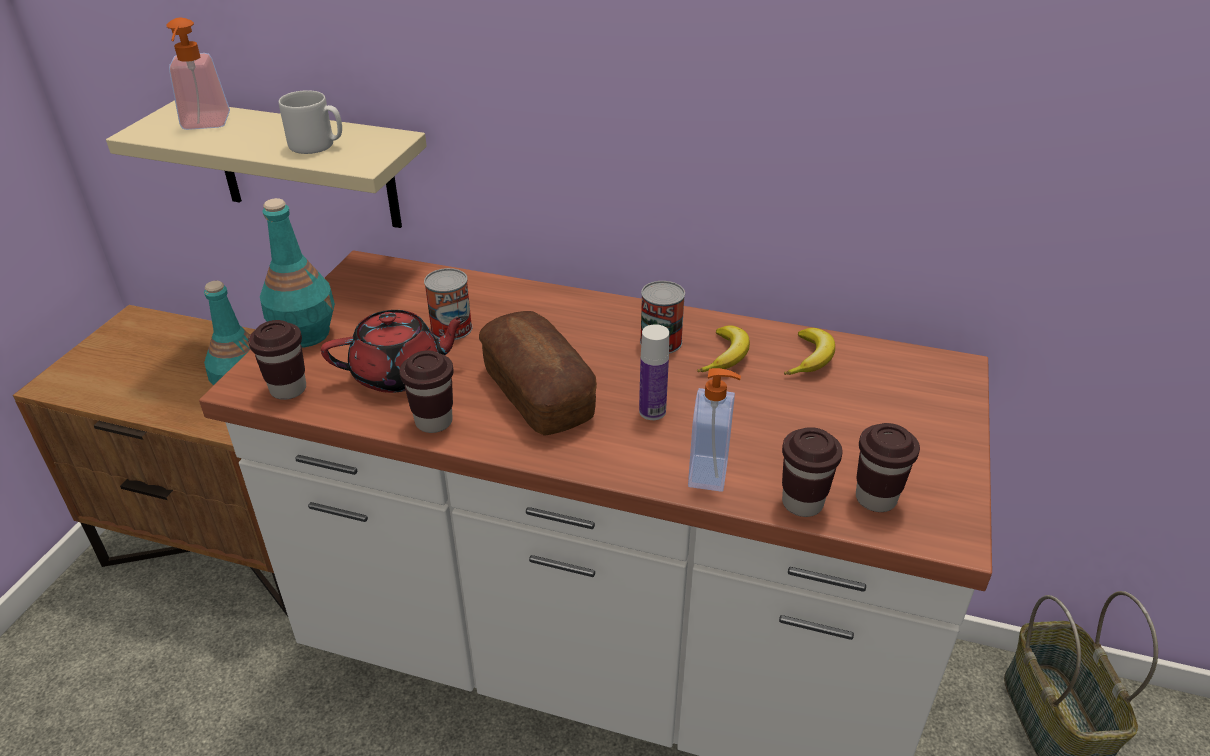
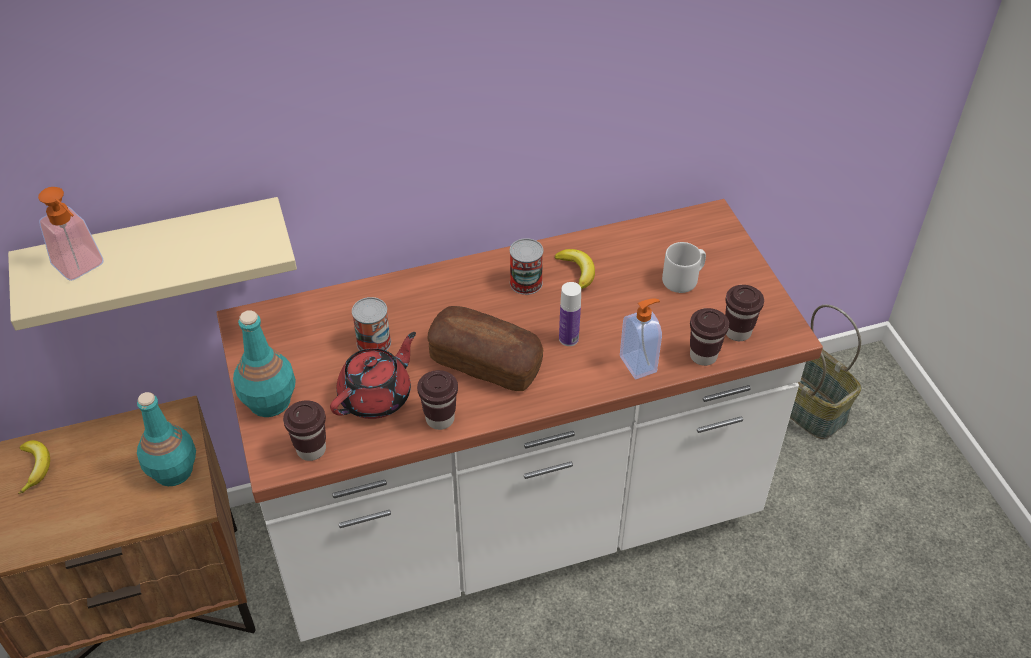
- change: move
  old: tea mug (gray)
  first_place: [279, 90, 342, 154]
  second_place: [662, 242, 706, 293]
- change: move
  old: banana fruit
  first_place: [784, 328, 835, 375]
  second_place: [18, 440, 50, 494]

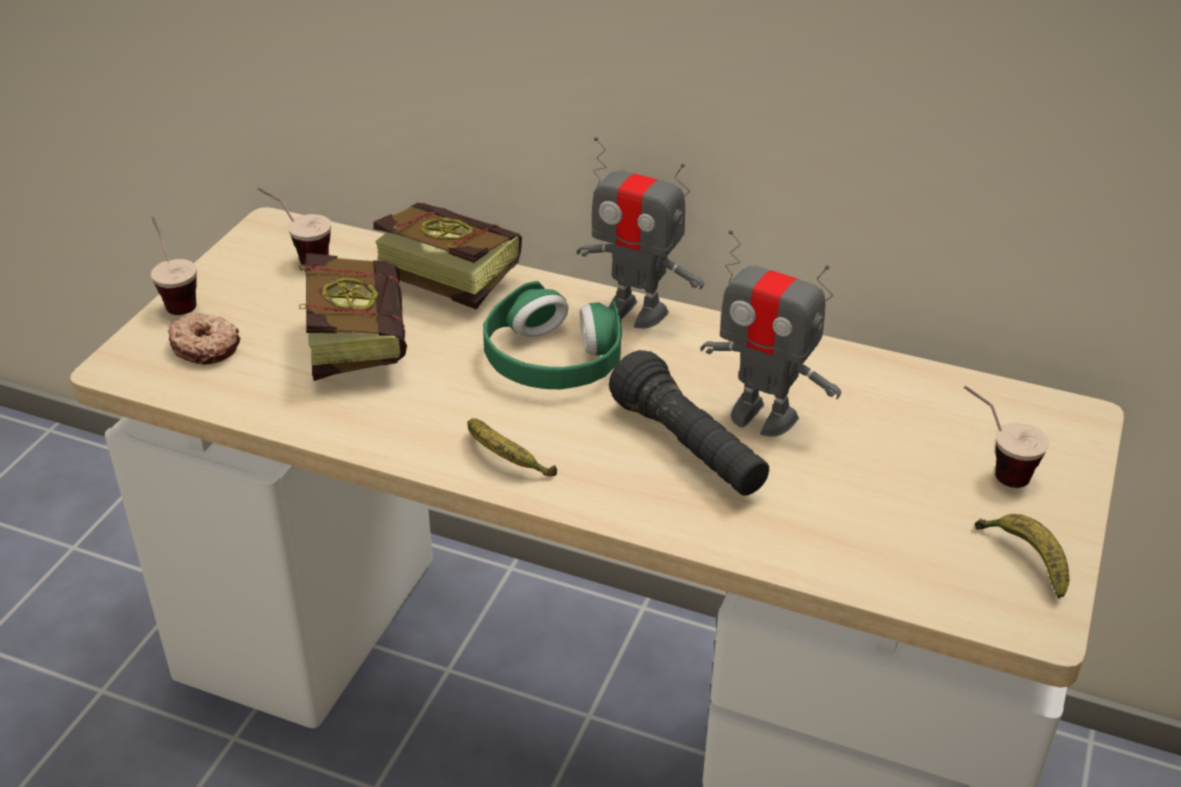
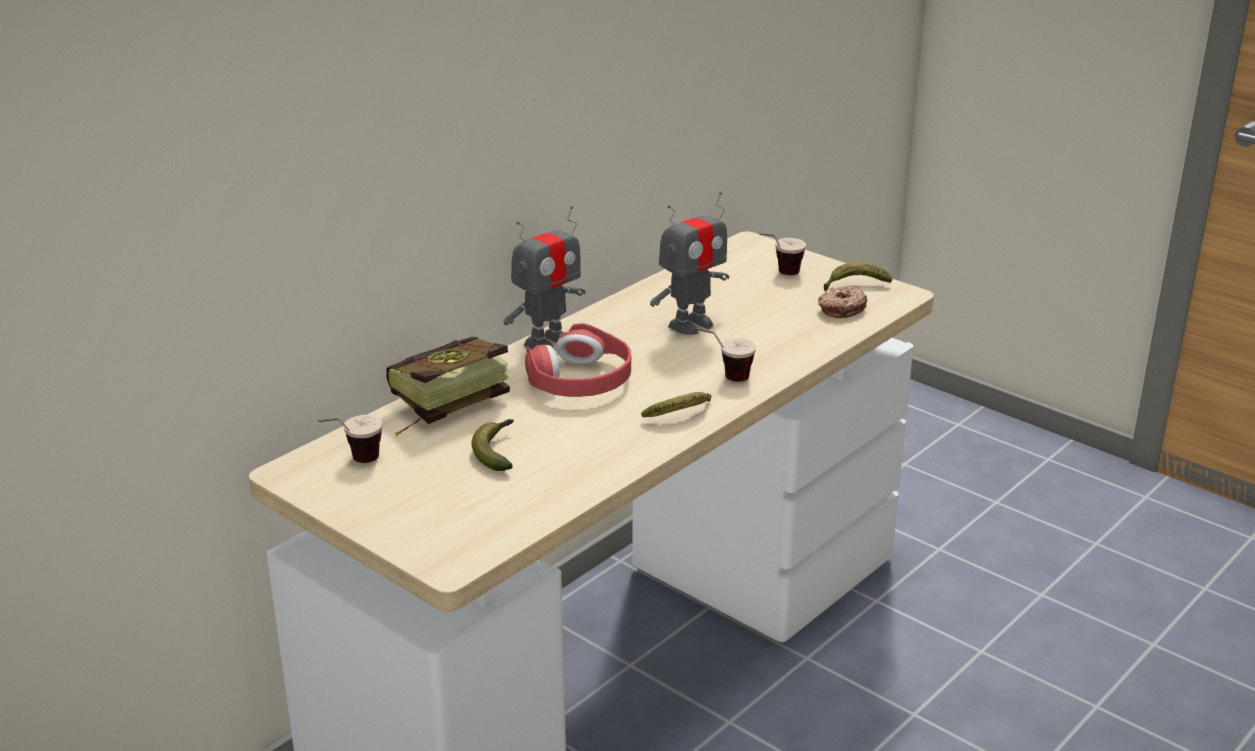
- change: move
  old: small cup
  first_place: [151, 217, 197, 315]
  second_place: [693, 327, 756, 382]
- change: move
  old: doughnut
  first_place: [168, 313, 240, 364]
  second_place: [818, 286, 868, 318]
- change: replace
  old: volume
  new: banana fruit
  first_place: [299, 253, 407, 381]
  second_place: [471, 419, 513, 471]
- change: recolor
  old: headset (greenish)
  new: headset (red)
  first_place: [483, 281, 622, 389]
  second_place: [525, 323, 631, 397]
- change: delete
  old: flashlight (blackish)
  first_place: [609, 350, 769, 496]

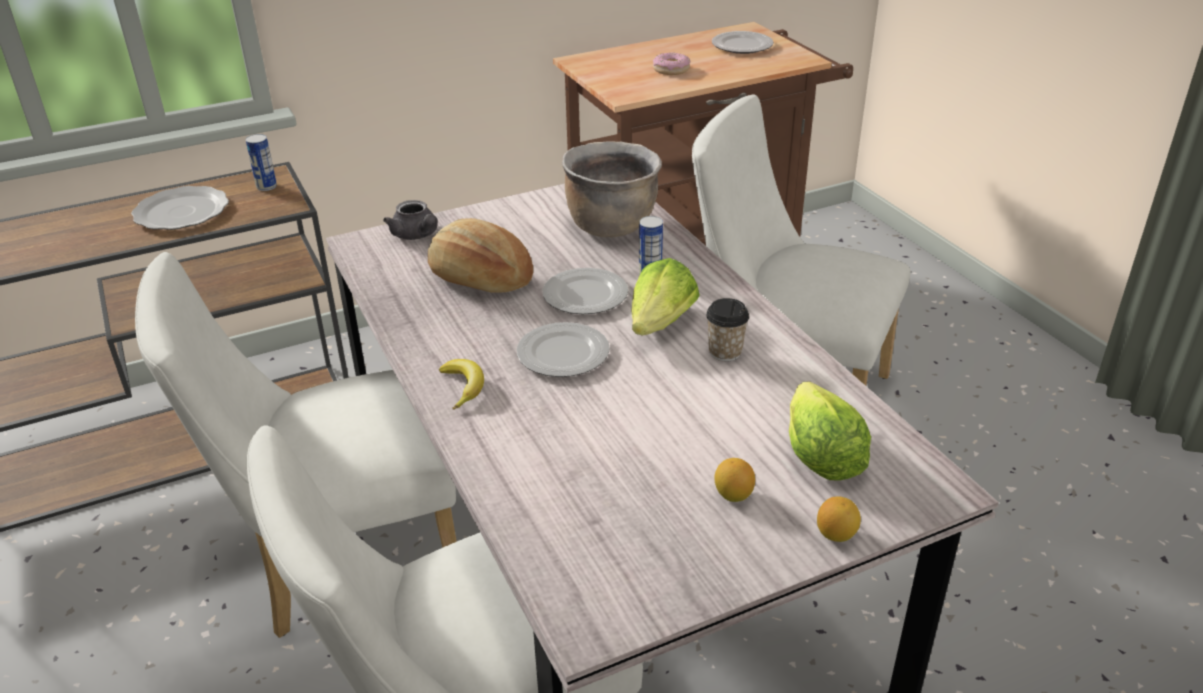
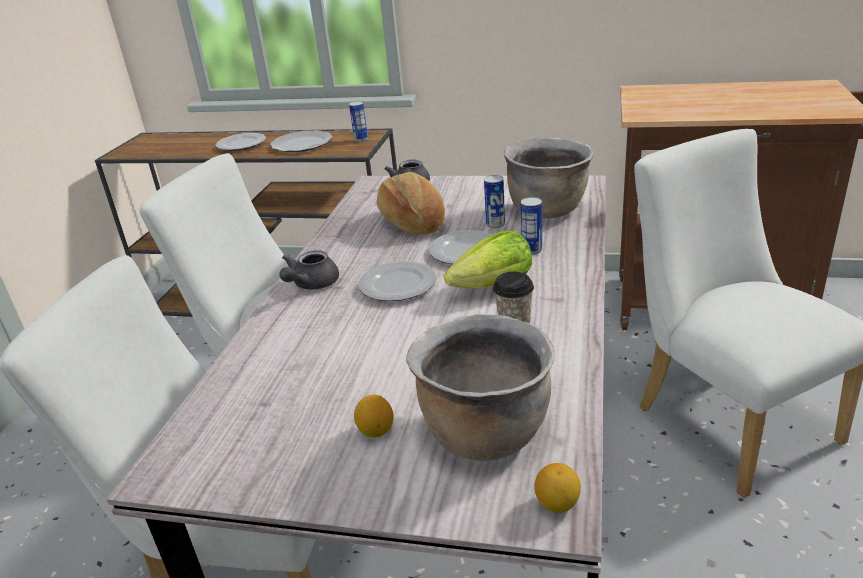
- change: replace
  old: banana fruit
  new: tea pot (gray)
  first_place: [439, 359, 484, 410]
  second_place: [279, 250, 339, 290]
- change: delete
  old: doughnut
  first_place: [653, 52, 691, 75]
- change: move
  old: dinner plate
  first_place: [712, 31, 774, 54]
  second_place: [216, 133, 266, 151]
- change: replace
  old: lettuce
  new: stockpot (brown)
  first_place: [789, 381, 871, 480]
  second_place: [406, 314, 555, 461]
- change: move
  old: lemon
  first_place: [817, 496, 861, 542]
  second_place: [534, 463, 581, 513]
- change: insert
  new: metal can
  second_place: [484, 175, 505, 228]

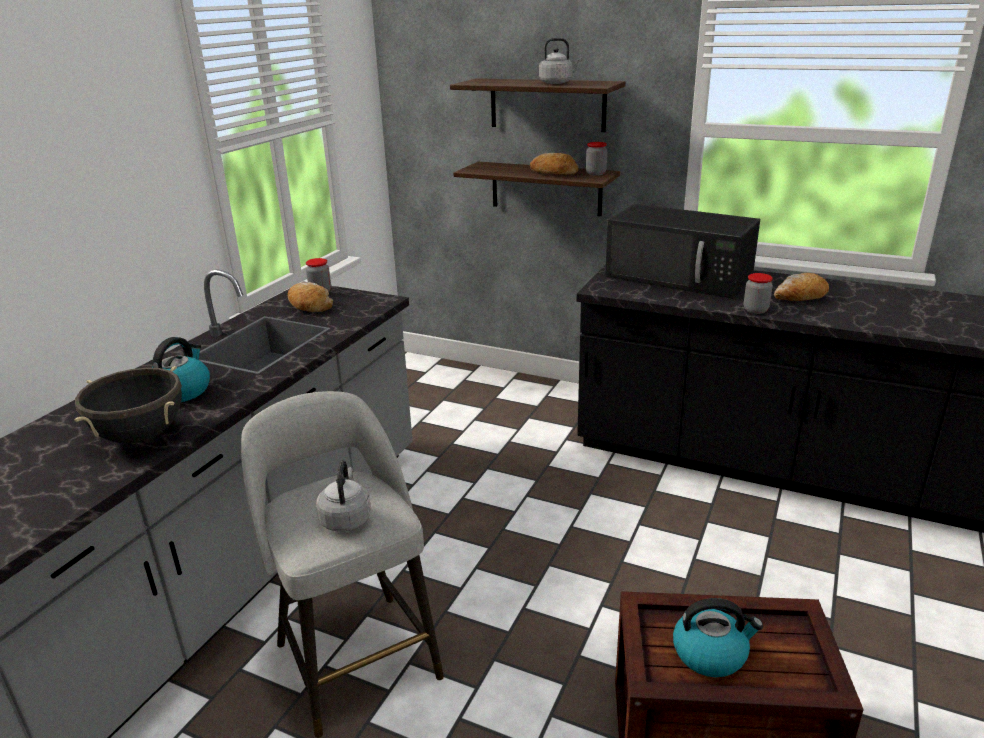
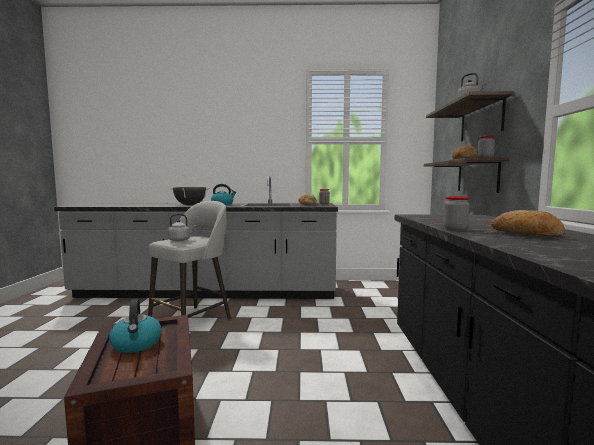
- change: delete
  old: microwave oven (blackish)
  first_place: [605, 204, 760, 299]

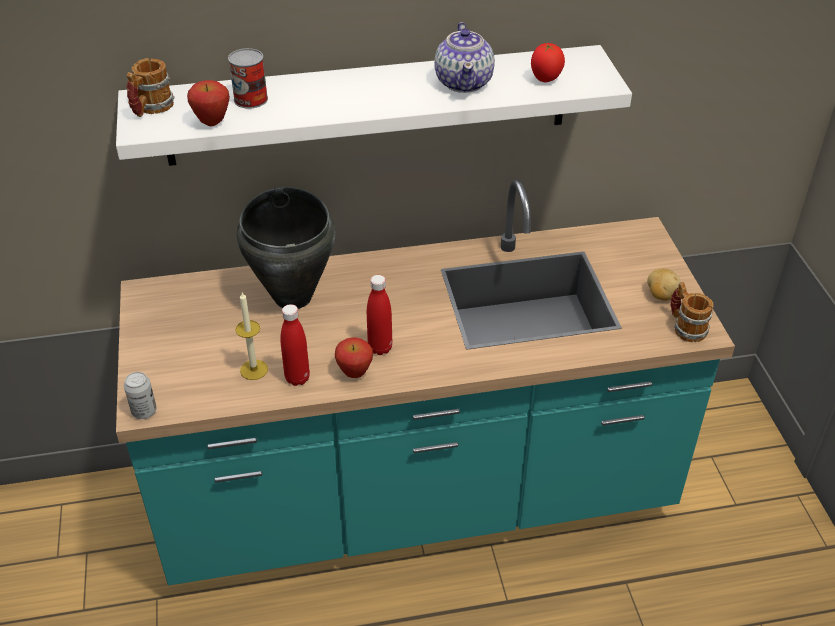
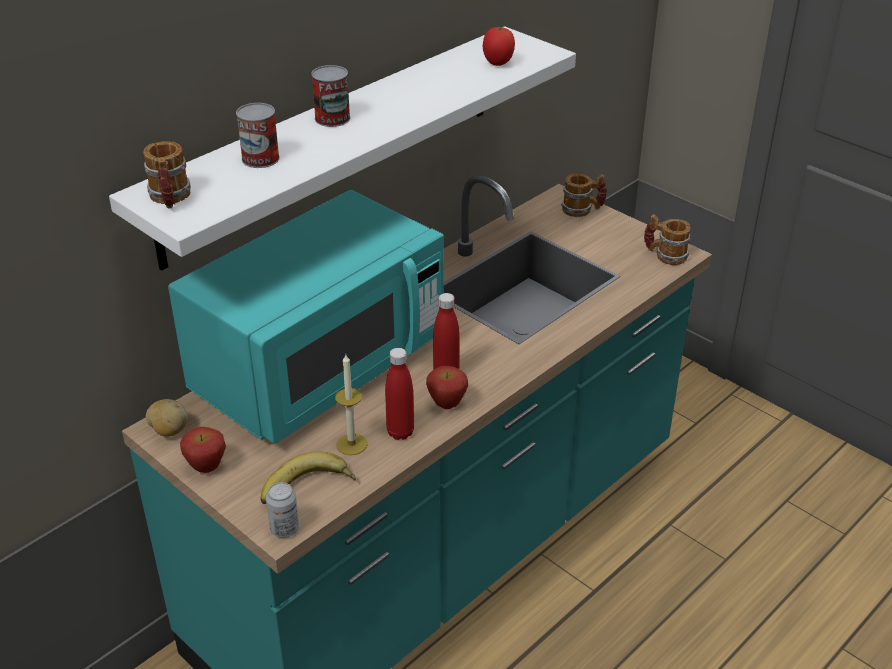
- change: move
  old: apple fruit
  first_place: [187, 80, 230, 126]
  second_place: [180, 427, 226, 473]
- change: replace
  old: stockpot (blackish)
  new: microwave oven (turquoise)
  first_place: [236, 187, 335, 309]
  second_place: [168, 190, 444, 444]
- change: delete
  old: tea pot
  first_place: [434, 22, 495, 93]
- change: move
  old: spud
  first_place: [647, 268, 681, 301]
  second_place: [146, 399, 187, 437]
- change: insert
  new: banana fruit
  second_place: [261, 452, 356, 504]
- change: insert
  new: metal can
  second_place: [311, 65, 350, 127]
- change: insert
  new: tea mug
  second_place: [561, 174, 607, 217]

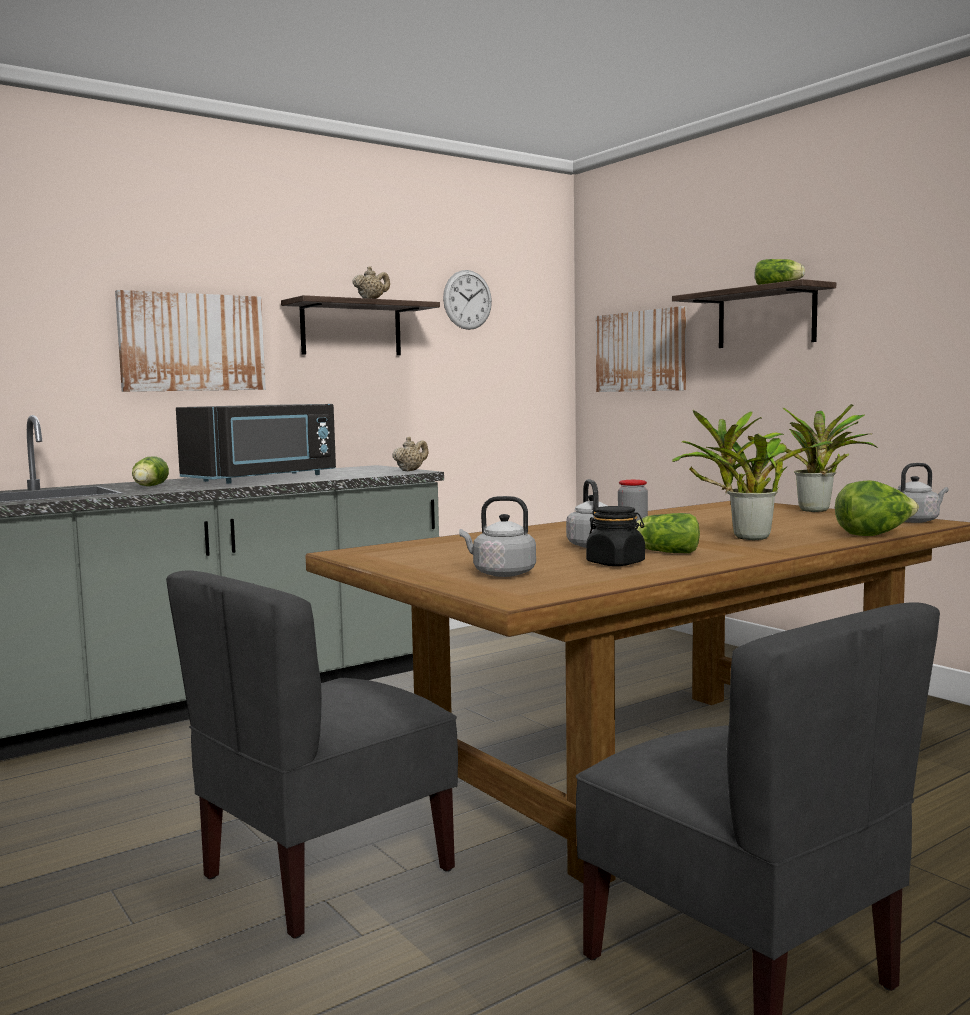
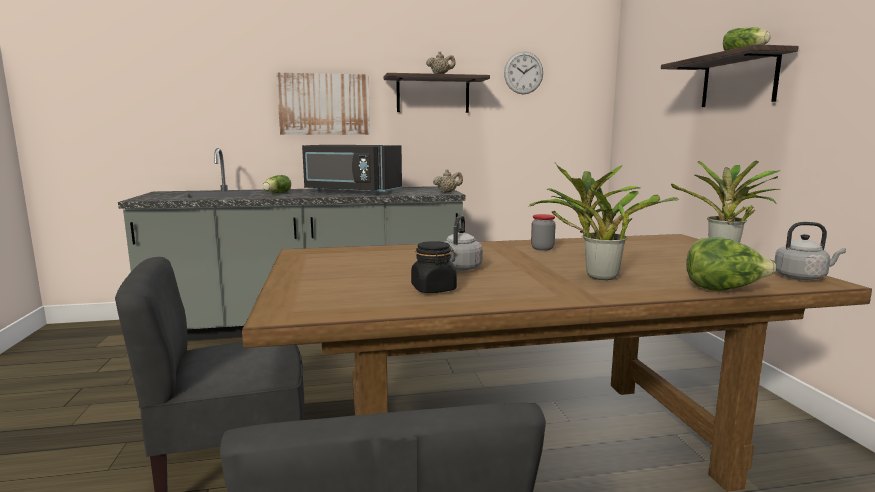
- change: rotate
  old: microwave oven (blackish)
  first_place: [176, 404, 336, 484]
  second_place: [302, 145, 402, 195]
  degrees: 45
- change: delete
  old: tea kettle (gray)
  first_place: [459, 496, 536, 577]
- change: delete
  old: wall art
  first_place: [596, 306, 686, 392]
- change: delete
  old: lettuce
  first_place: [635, 513, 700, 553]

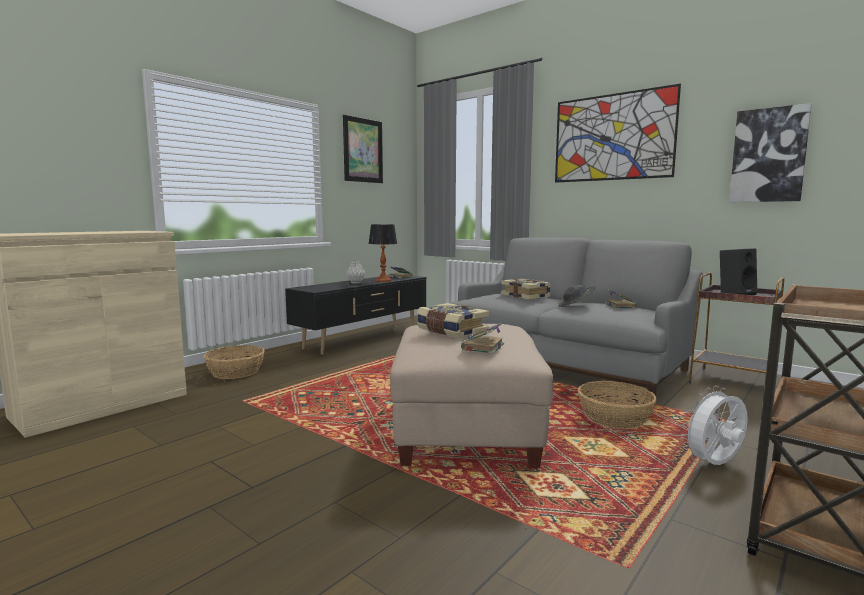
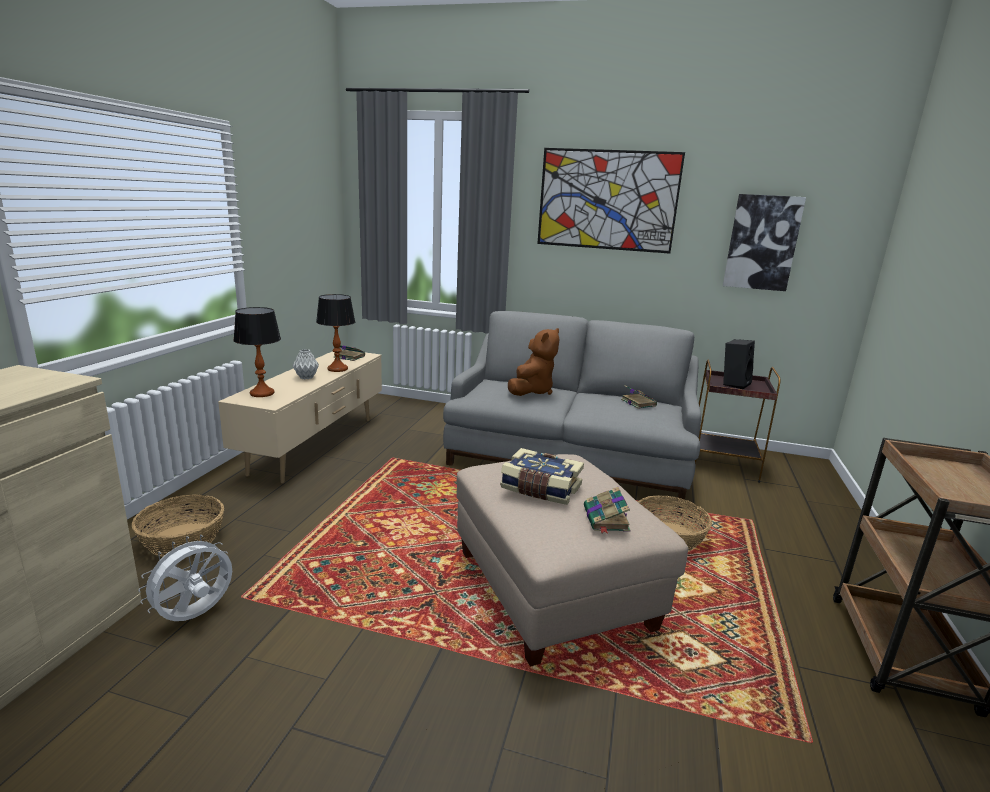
- change: recolor
  old: tv stand (blackish)
  new: tv stand (sand-coloured)
  first_place: [285, 275, 426, 355]
  second_place: [218, 349, 382, 484]
- change: delete
  old: wall art
  first_place: [343, 115, 383, 183]
- change: replace
  old: volume
  new: cuddly toy (brown)
  first_place: [501, 279, 551, 300]
  second_place: [508, 328, 560, 396]
- change: delete
  old: hat (gray)
  first_place: [558, 285, 595, 307]
- change: move
  old: fan (white)
  first_place: [681, 386, 748, 465]
  second_place: [138, 535, 232, 621]
- change: insert
  new: lamp for a table
  second_place: [233, 307, 281, 397]

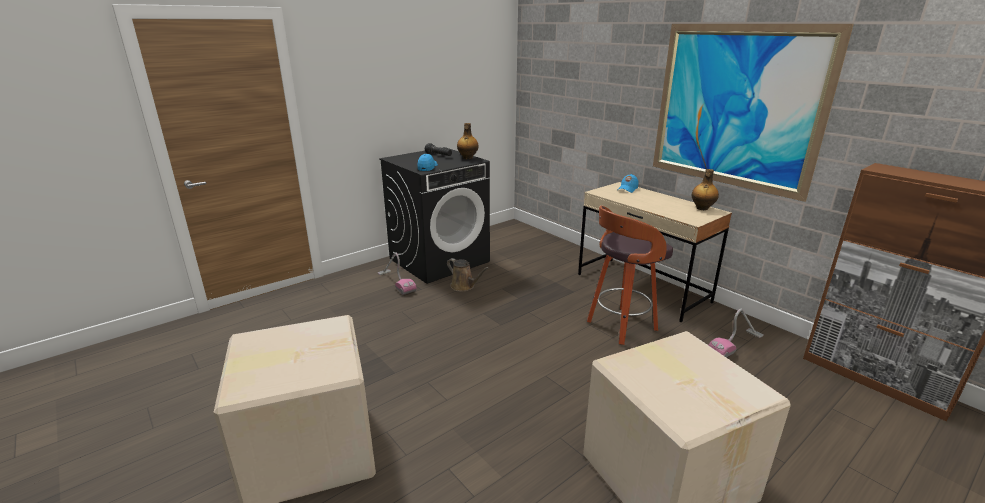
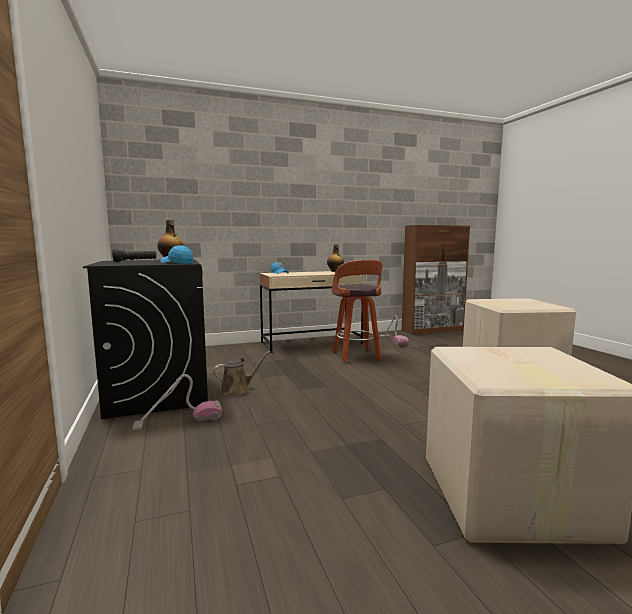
- change: delete
  old: wall art
  first_place: [653, 24, 854, 202]

